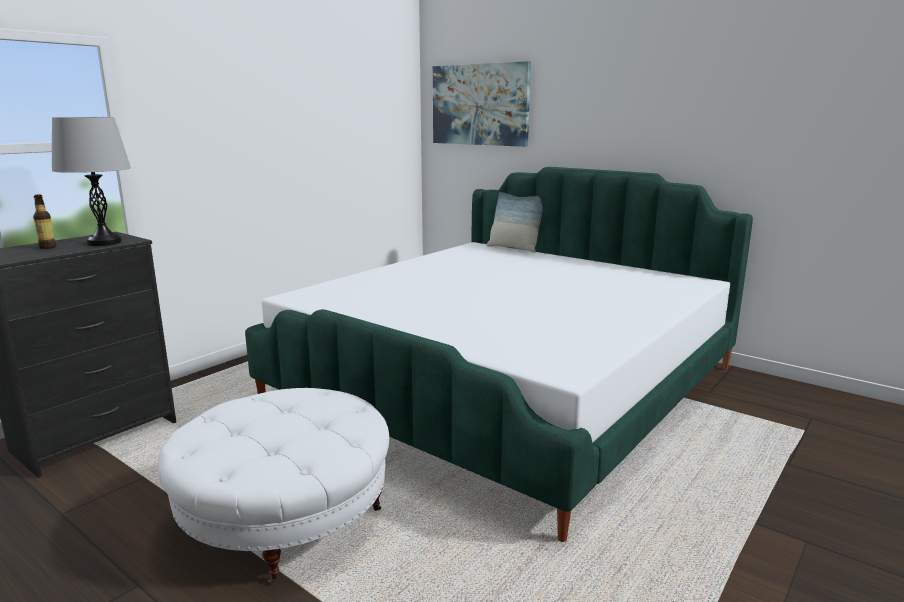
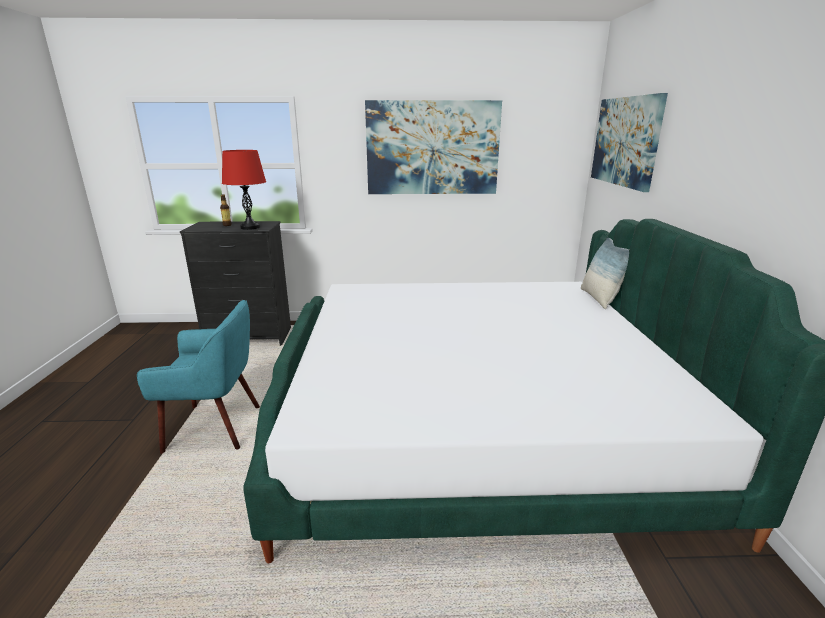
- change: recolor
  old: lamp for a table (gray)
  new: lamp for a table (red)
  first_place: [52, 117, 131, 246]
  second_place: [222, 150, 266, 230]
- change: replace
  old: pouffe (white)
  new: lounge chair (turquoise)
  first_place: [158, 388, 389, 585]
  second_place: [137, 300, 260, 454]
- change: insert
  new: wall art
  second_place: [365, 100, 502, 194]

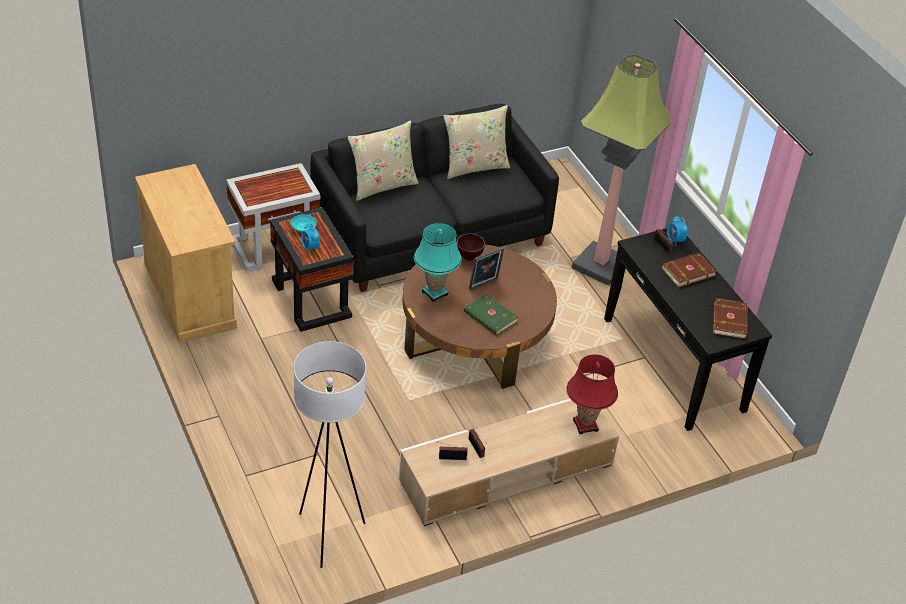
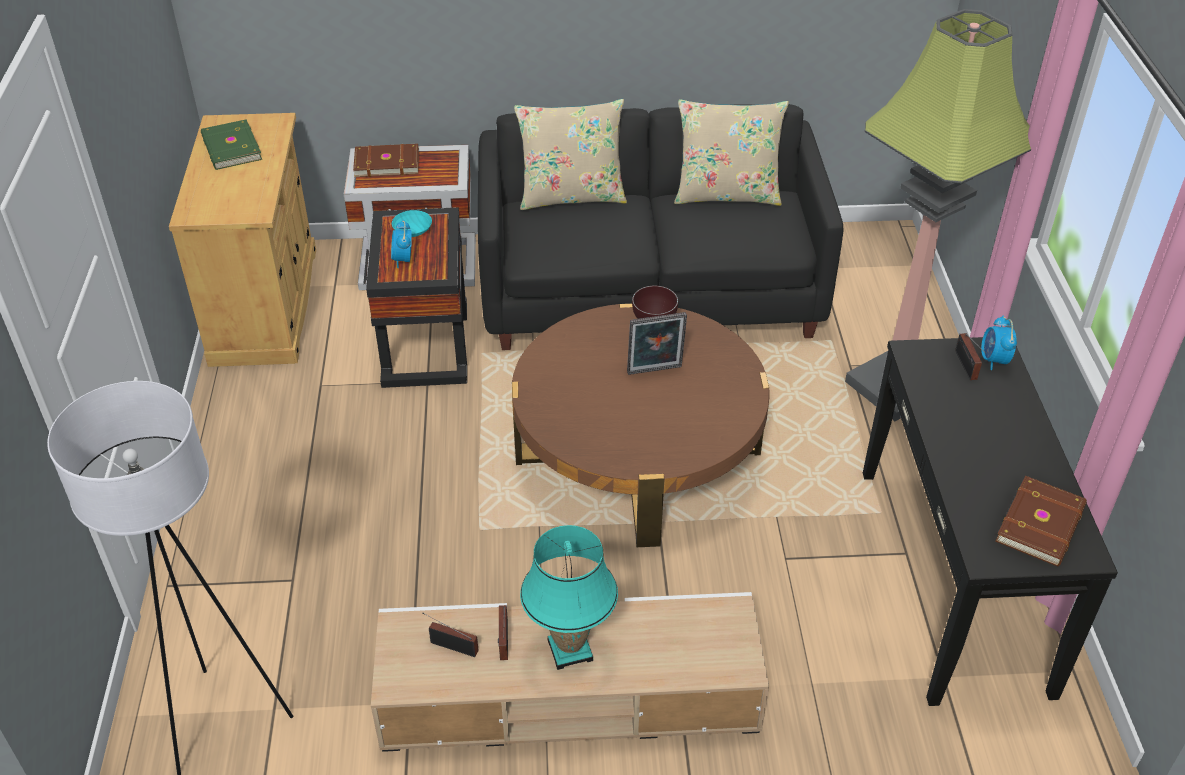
- change: move
  old: lamp for a table (turquoise)
  first_place: [414, 223, 462, 302]
  second_place: [520, 525, 618, 670]
- change: move
  old: volume (greenish)
  first_place: [464, 294, 518, 336]
  second_place: [201, 119, 262, 170]
- change: delete
  old: lamp for a table (red)
  first_place: [567, 354, 618, 434]
- change: move
  old: volume (brown)
  first_place: [661, 253, 717, 287]
  second_place: [353, 144, 419, 177]

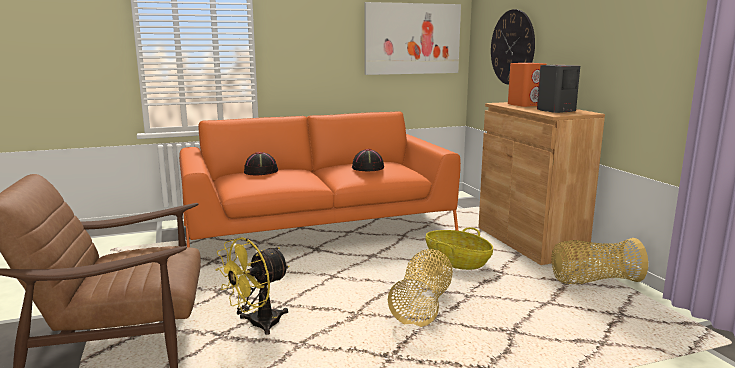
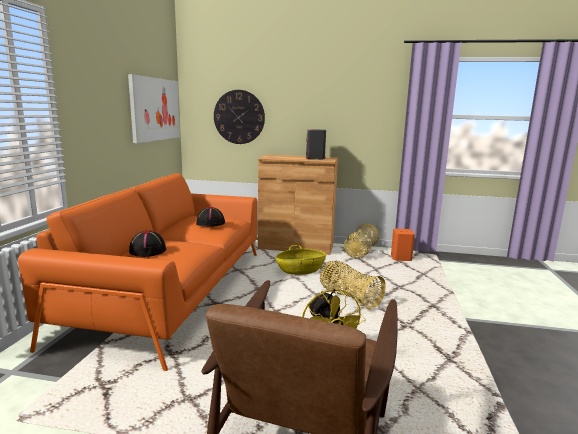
- change: move
  old: audio speaker (orangey)
  first_place: [508, 63, 546, 107]
  second_place: [391, 229, 415, 261]

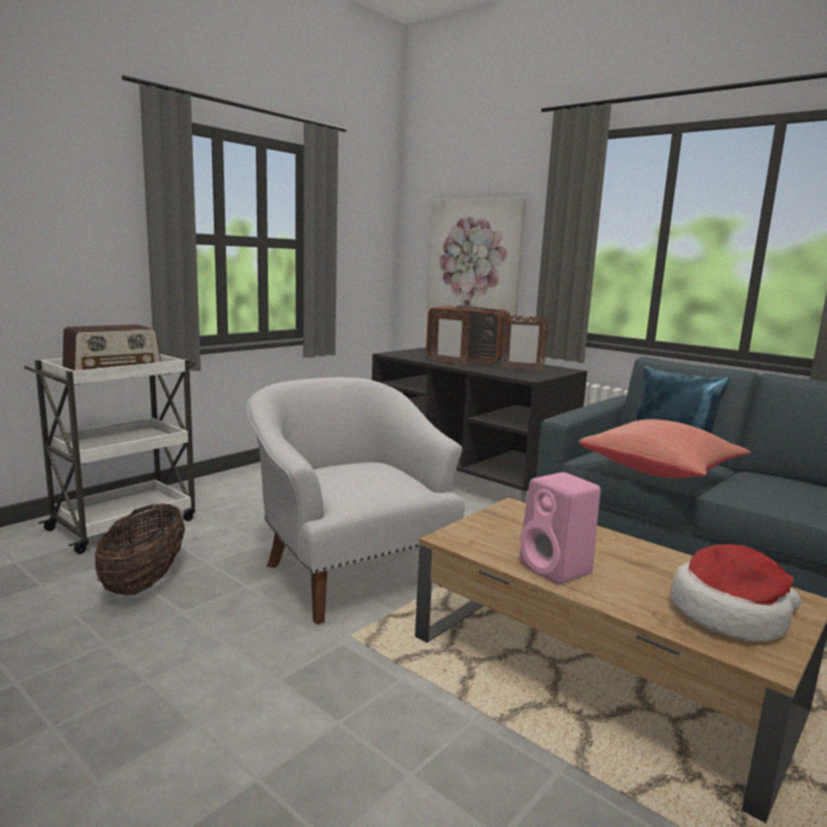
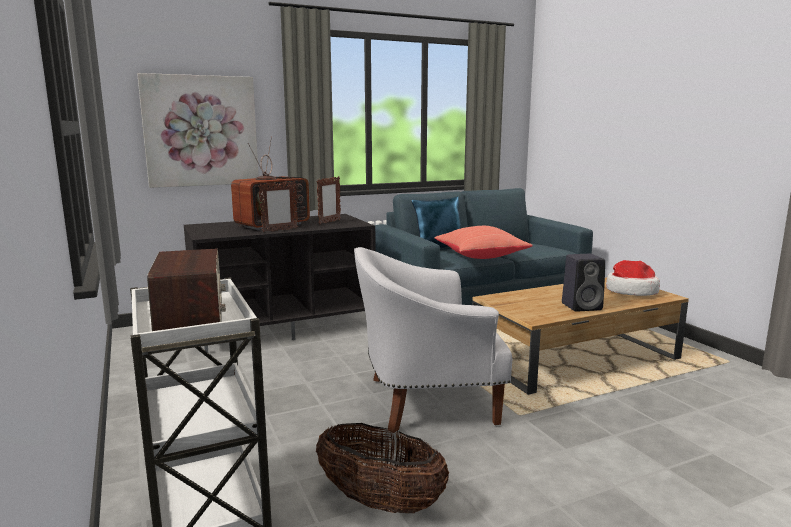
- change: recolor
  old: audio speaker (pink)
  new: audio speaker (blackish)
  first_place: [520, 472, 601, 585]
  second_place: [562, 254, 605, 312]

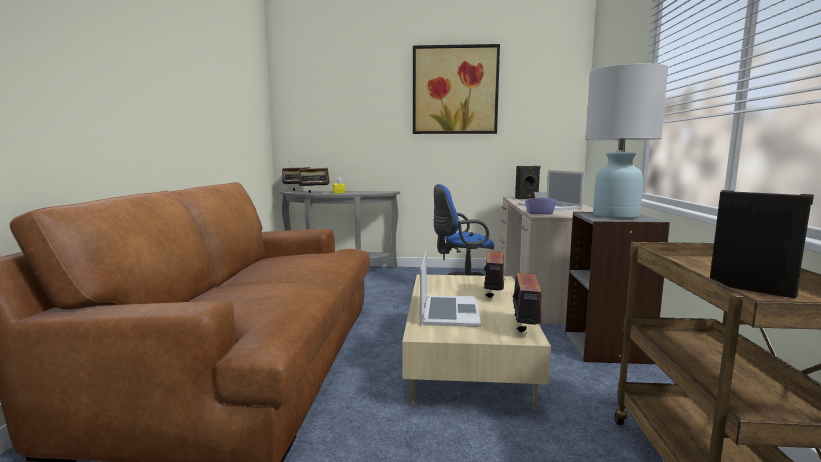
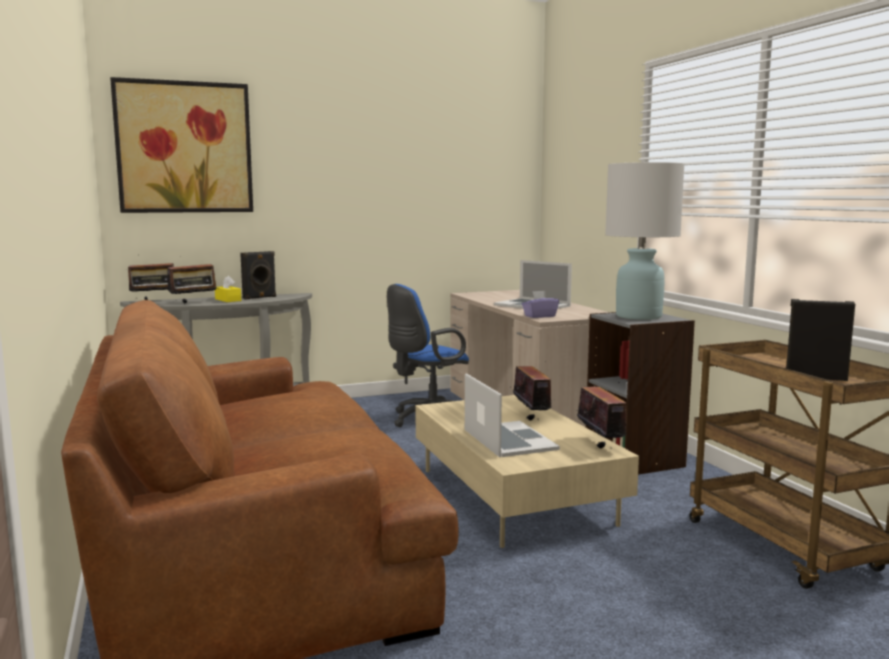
- change: move
  old: wall art
  first_place: [413, 44, 500, 134]
  second_place: [110, 77, 253, 213]
- change: move
  old: audio speaker (blackish)
  first_place: [515, 166, 540, 199]
  second_place: [240, 251, 276, 300]

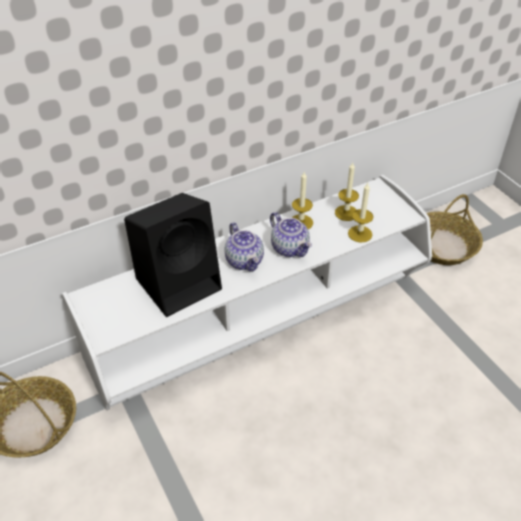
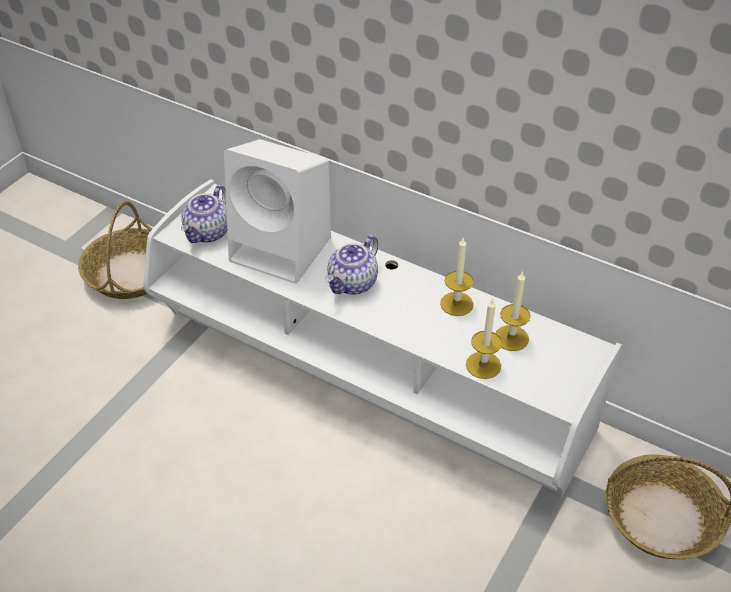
- change: recolor
  old: audio speaker (blackish)
  new: audio speaker (white)
  first_place: [124, 193, 222, 317]
  second_place: [224, 139, 331, 284]
- change: move
  old: tea pot
  first_place: [270, 212, 312, 257]
  second_place: [181, 185, 227, 243]

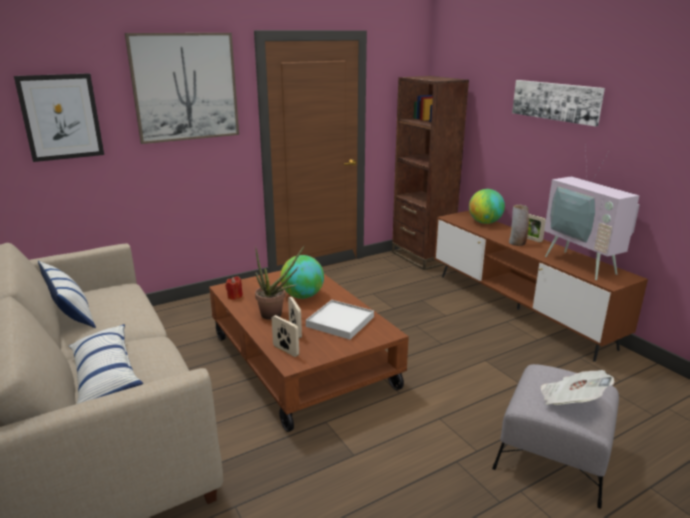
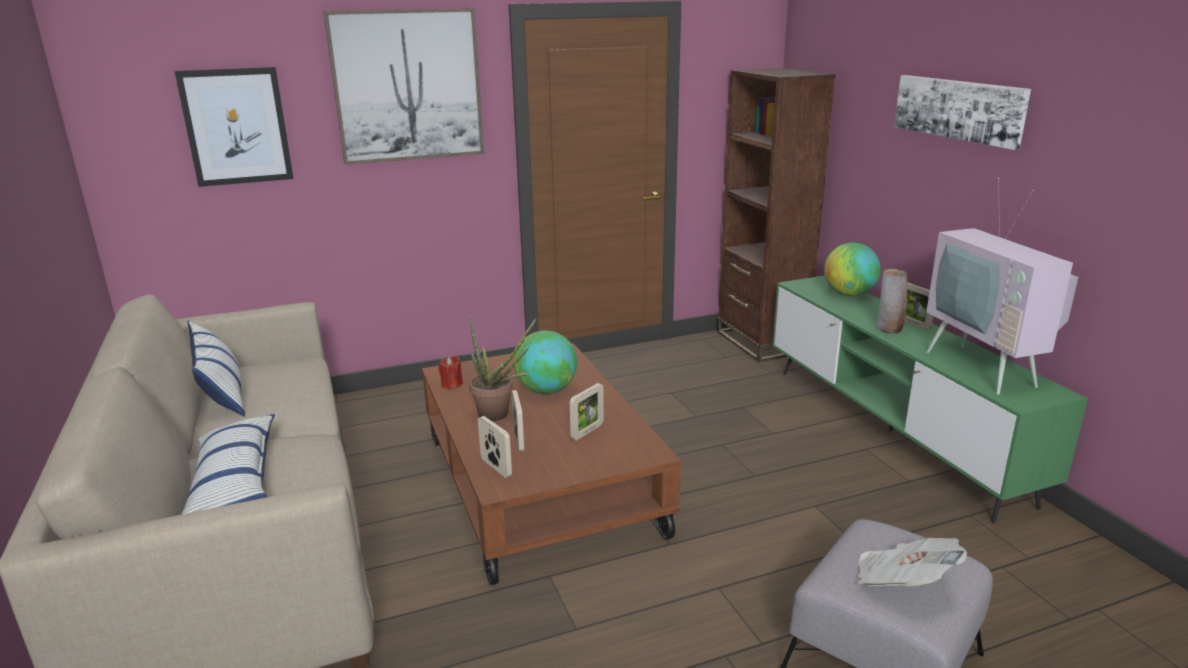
- change: replace
  old: tray (white)
  new: standing frame
  first_place: [306, 300, 374, 340]
  second_place: [570, 383, 604, 441]
- change: recolor
  old: tv stand (brown)
  new: tv stand (greenish)
  first_place: [434, 211, 648, 362]
  second_place: [772, 275, 1088, 524]

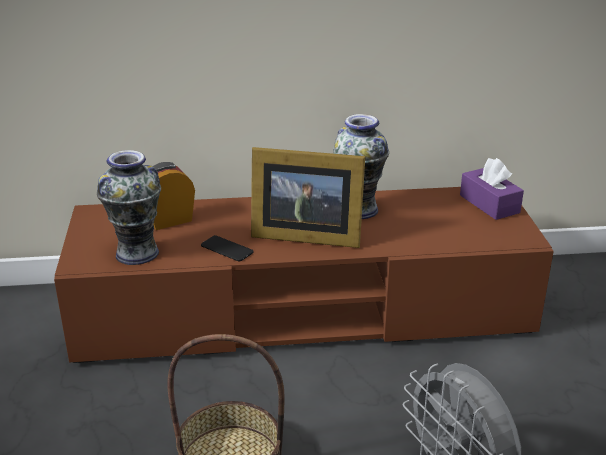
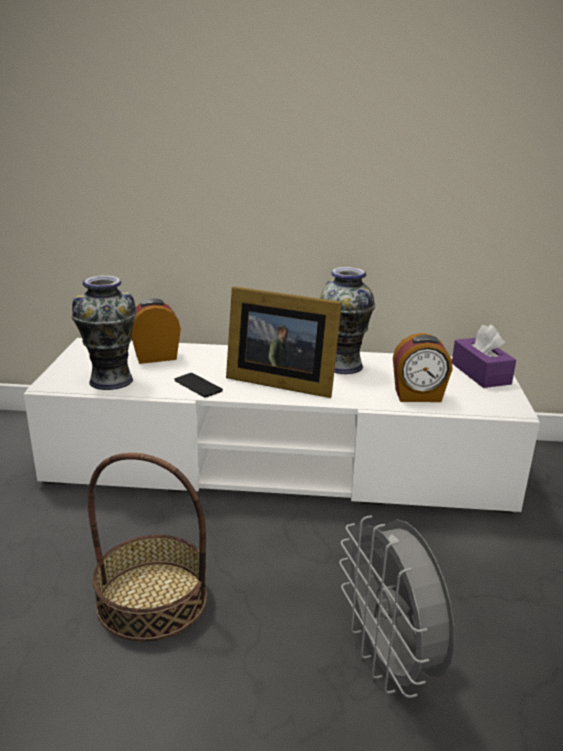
- change: recolor
  old: tv stand (brown)
  new: tv stand (white)
  first_place: [54, 187, 554, 363]
  second_place: [24, 338, 540, 513]
- change: insert
  new: table clock
  second_place: [393, 333, 453, 402]

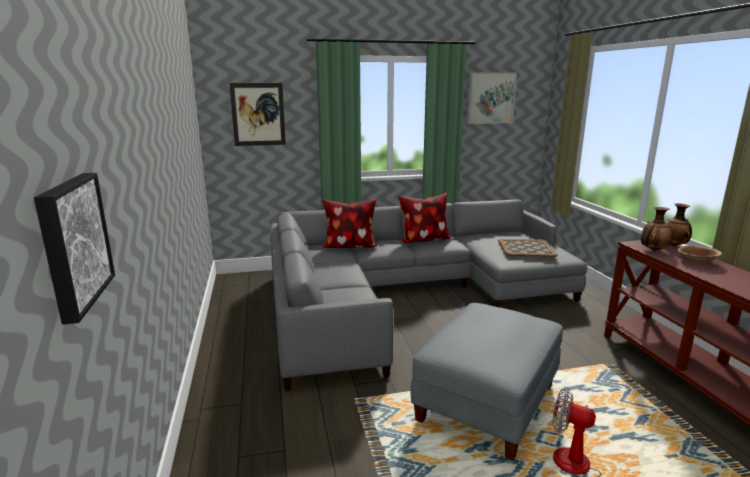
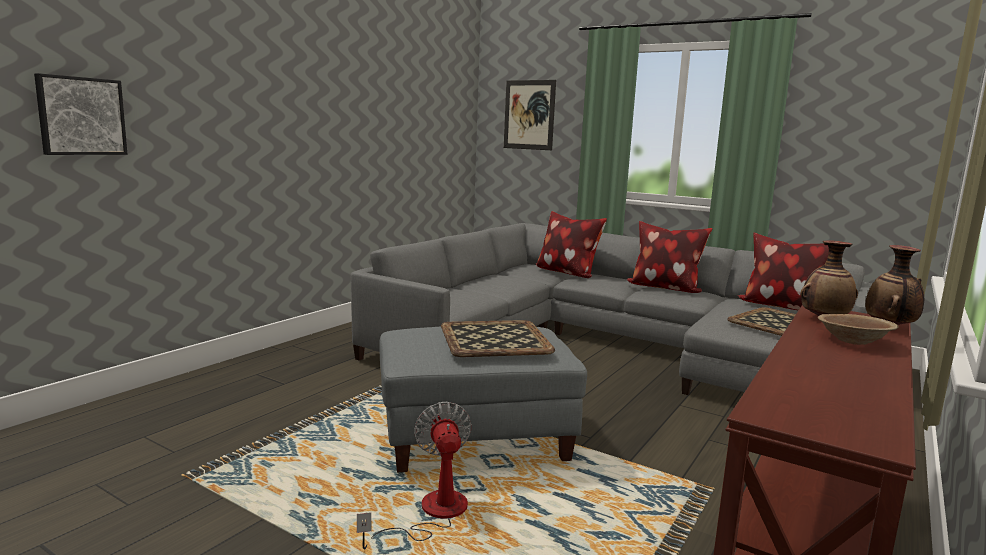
- change: delete
  old: wall art
  first_place: [467, 72, 517, 124]
- change: insert
  new: tray
  second_place: [441, 320, 555, 357]
- change: insert
  new: cushion
  second_place: [738, 233, 829, 311]

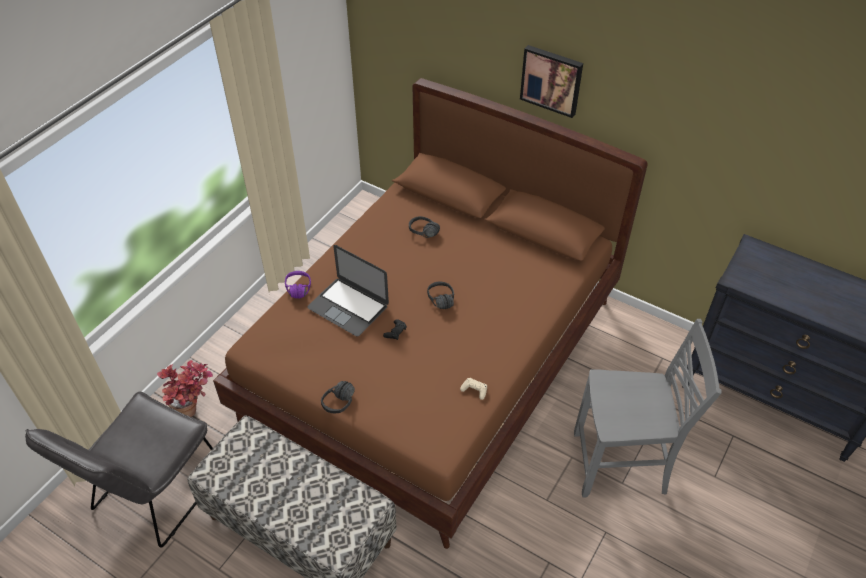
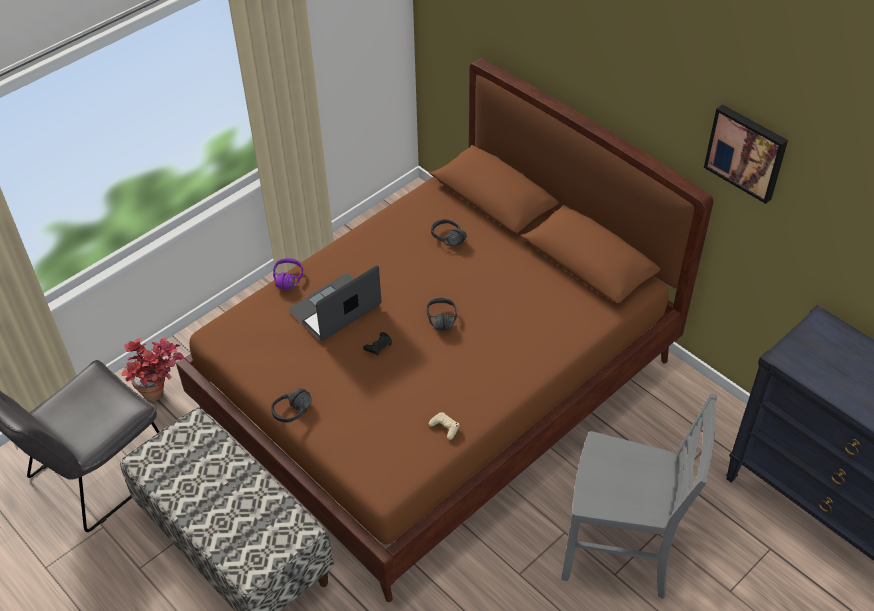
- change: rotate
  old: laptop
  first_place: [307, 245, 389, 336]
  second_place: [289, 266, 382, 340]
  degrees: 90
- change: move
  old: wall art
  first_place: [520, 45, 583, 118]
  second_place: [704, 104, 788, 204]

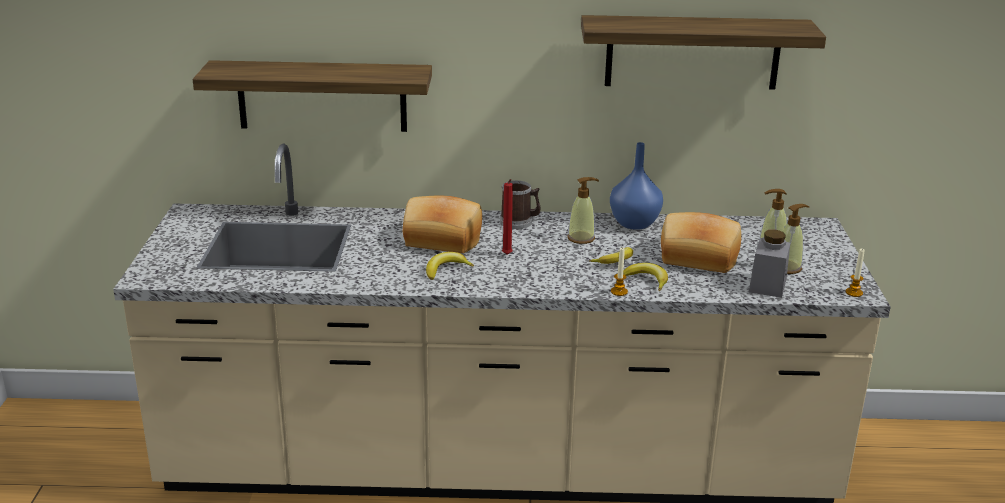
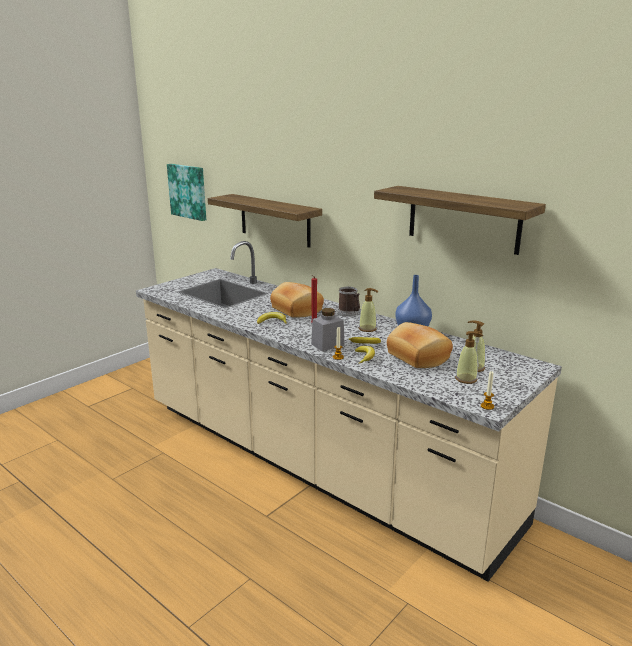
- change: move
  old: jar (gray)
  first_place: [749, 230, 791, 298]
  second_place: [311, 308, 345, 351]
- change: insert
  new: wall art
  second_place: [167, 164, 206, 221]

